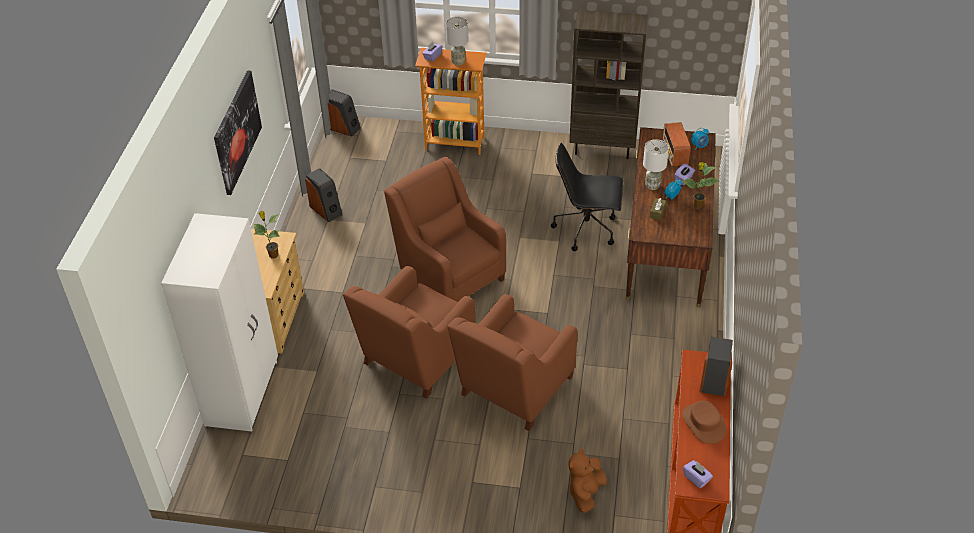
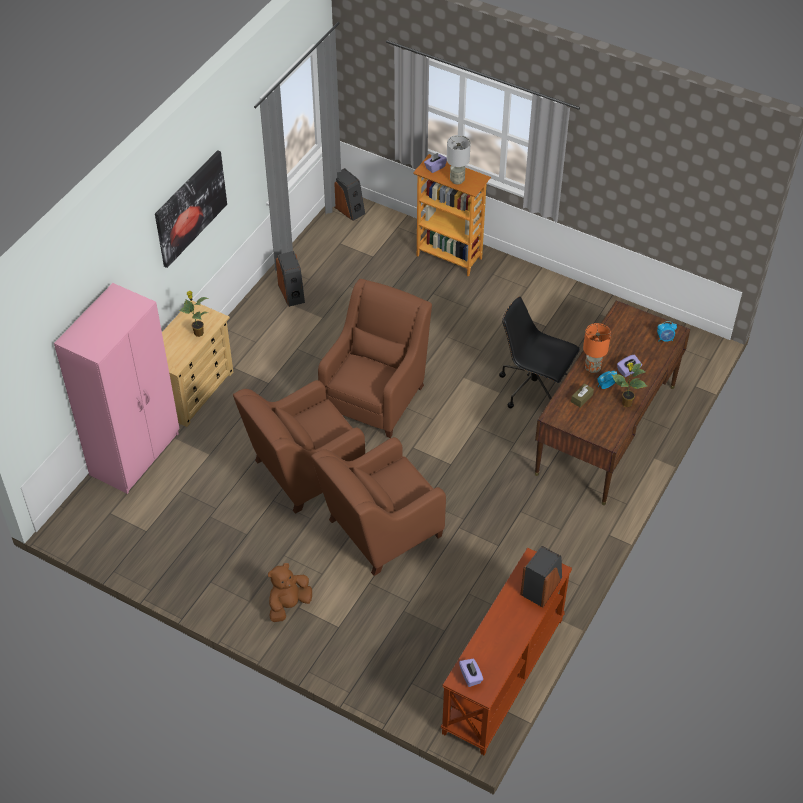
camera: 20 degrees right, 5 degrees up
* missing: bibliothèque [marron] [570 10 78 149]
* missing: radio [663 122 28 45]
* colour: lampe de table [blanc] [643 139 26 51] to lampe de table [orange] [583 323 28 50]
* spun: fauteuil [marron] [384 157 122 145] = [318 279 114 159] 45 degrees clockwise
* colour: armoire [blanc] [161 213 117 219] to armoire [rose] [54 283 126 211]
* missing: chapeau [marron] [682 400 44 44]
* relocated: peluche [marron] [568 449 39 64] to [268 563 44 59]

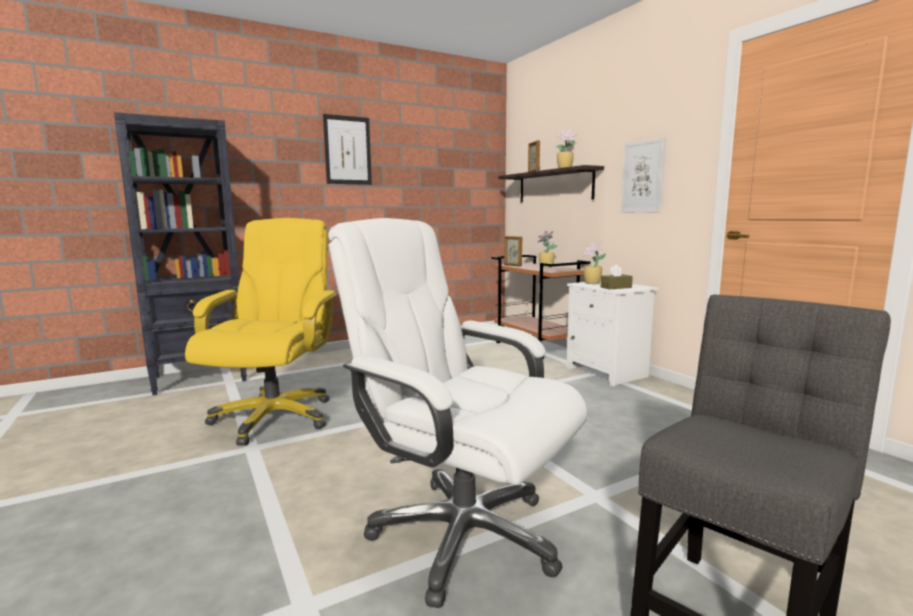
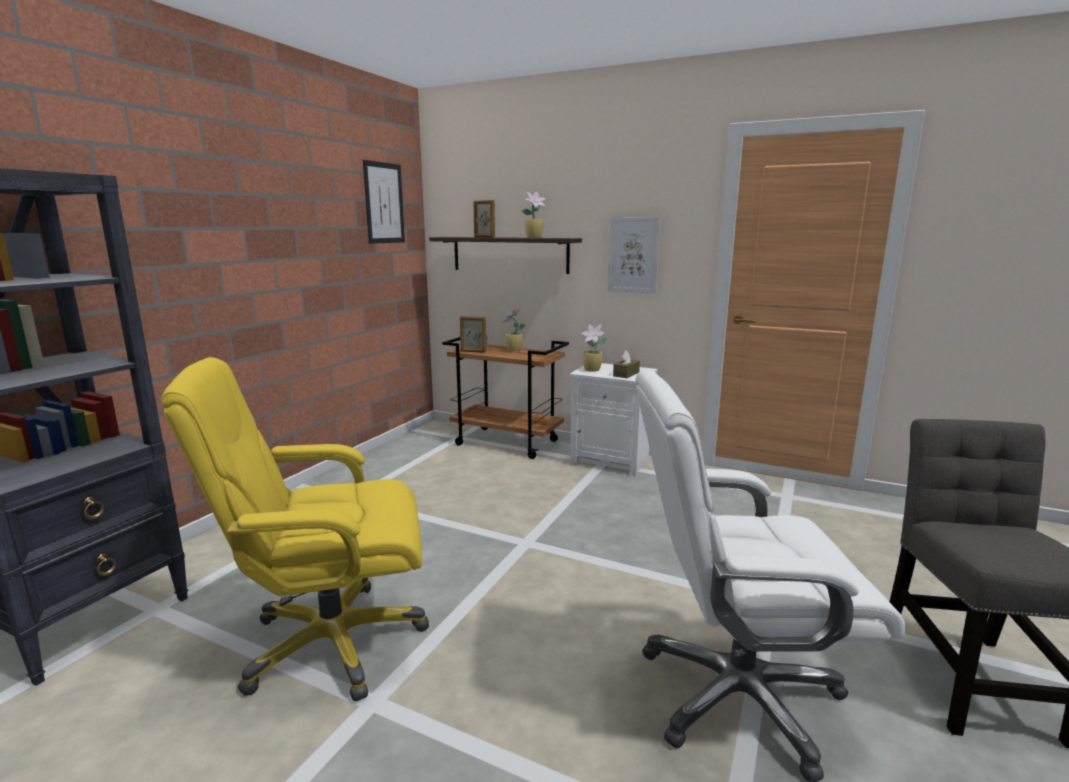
camera: 35 degrees left, 5 degrees up
* relocated: tableau [323 114 49 71] to [363 160 42 84]
* spun: chaise de bureau [jaune] [185 218 152 228] = [161 357 268 344] 75 degrees counterclockwise

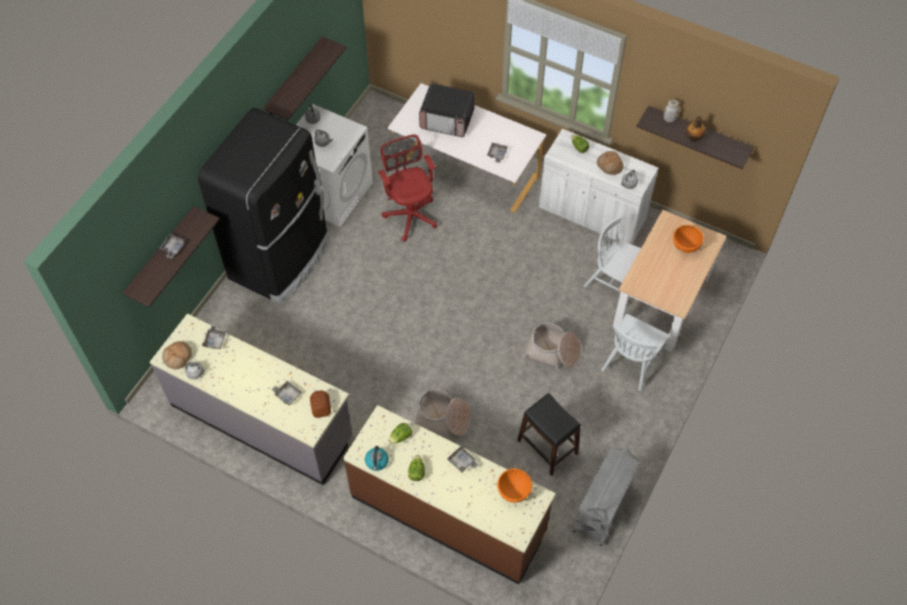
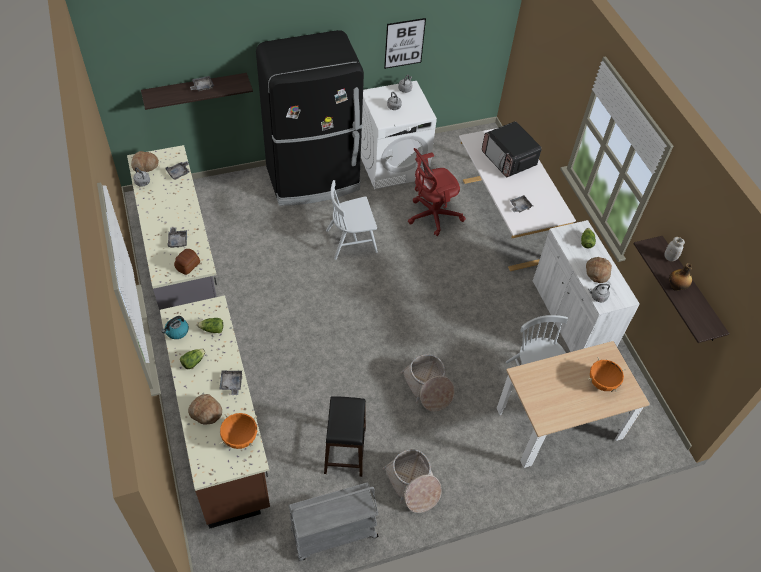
camera: 40 degrees right, 5 degrees down
* exchanged: étagère [263 36 84 84] to tableau [384 18 42 51]
* spun: chaise de bureau [rouge] [378 134 59 108] = [408 148 58 88] 135 degrees counterclockwise
* relocated: chaise [blanc] [602 314 67 76] to [326 180 52 80]
* relocated: panier [413 389 58 49] to [383 449 59 64]
* appeared: pain [188 394 34 30]

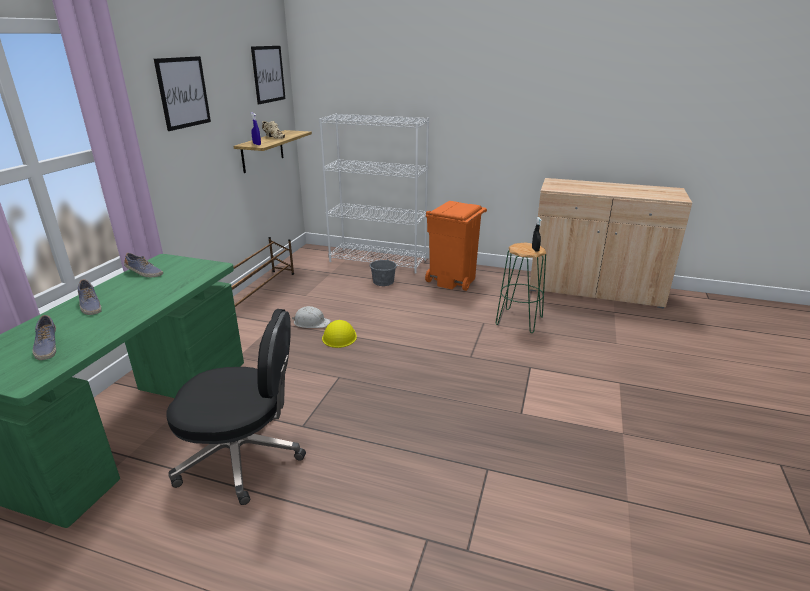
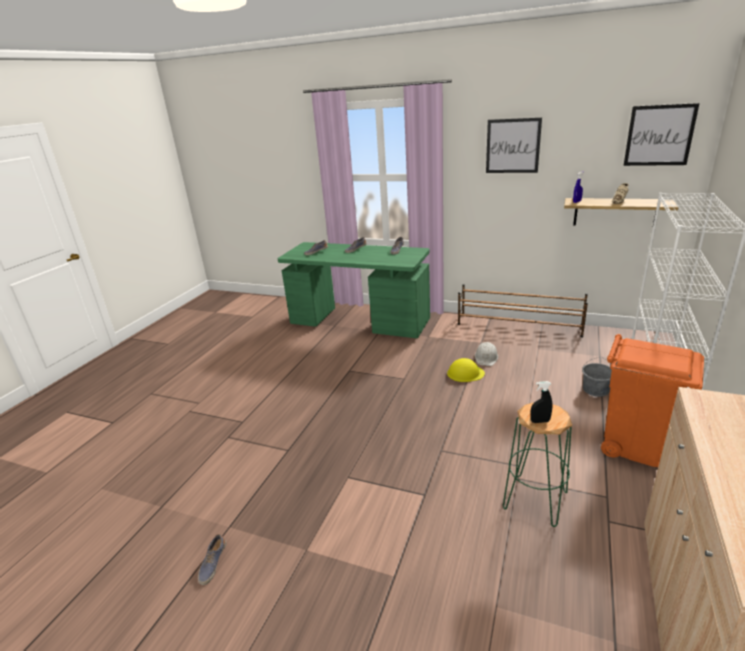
camera: 95 degrees right, 0 degrees up
* missing: chaise de bureau [noir] [166 309 140 196]
* appeared: chaussure [198 534 28 51]

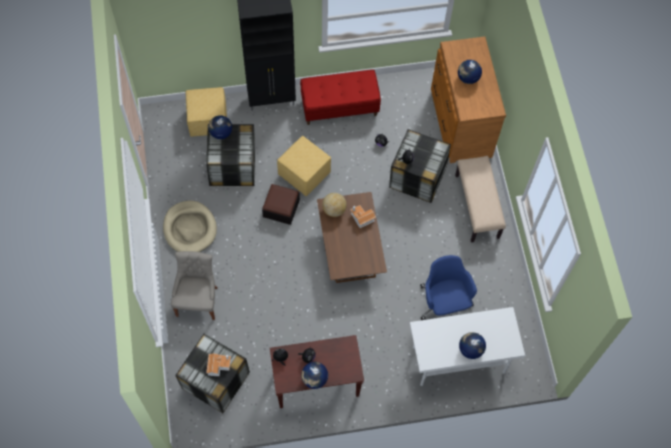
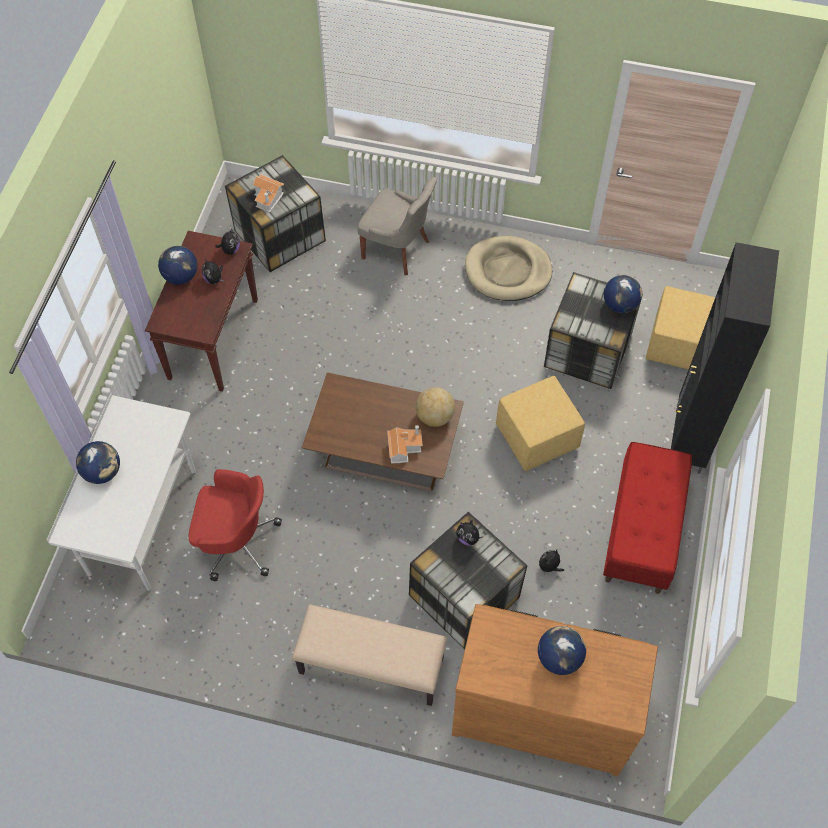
camera: 115 degrees right, 5 degrees down
* missing: pouf [262 184 38 41]
* colour: chaise de bureau [bleu] [420 255 57 65] to chaise de bureau [rouge] [188 469 94 112]

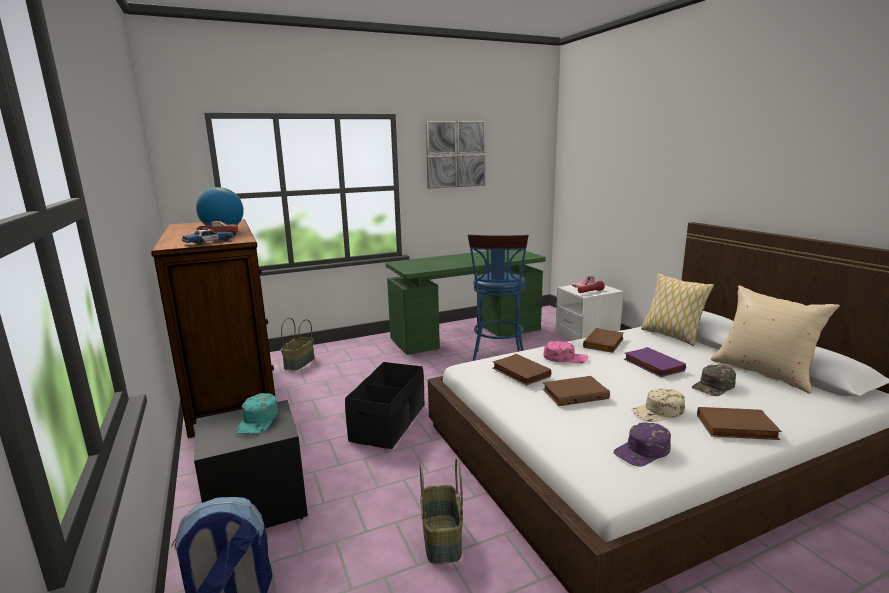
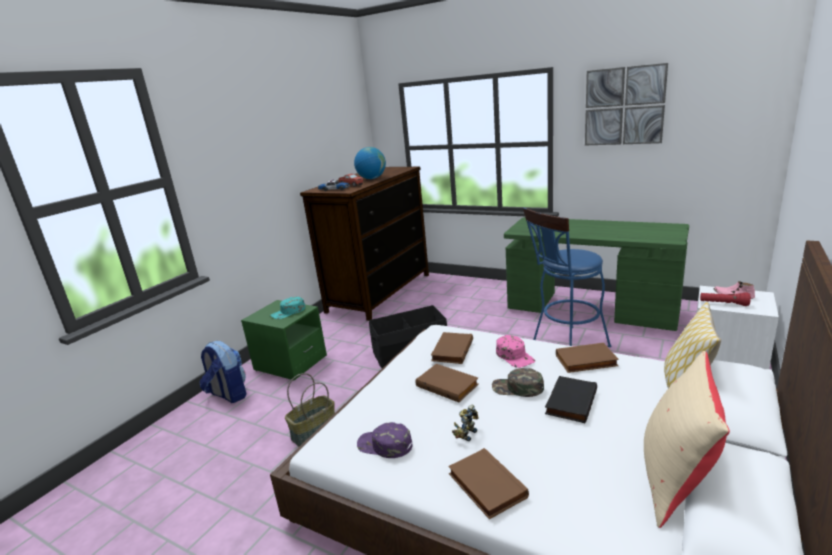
camera: 55 degrees right, 5 degrees up
* missing: panier [281 318 34 52]
* colour: livre [violet] [624 347 62 30] to livre [noir] [545 376 52 47]
* relocated: casquette [vert] [692 365 44 31] to [492 368 52 29]
* exchanged: casquette [beige] [631 388 54 34] to robot jouet [452 405 27 36]
* colour: table de chevet [noir] [194 400 114 128] to table de chevet [vert] [241 300 86 80]

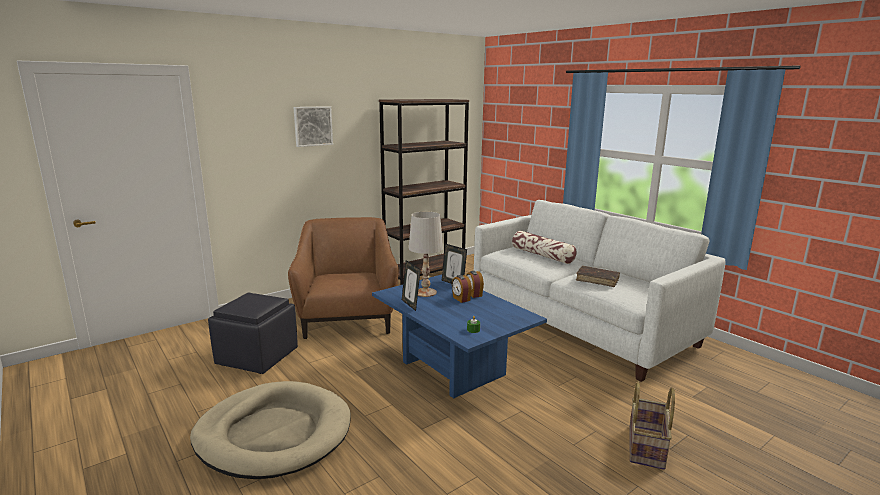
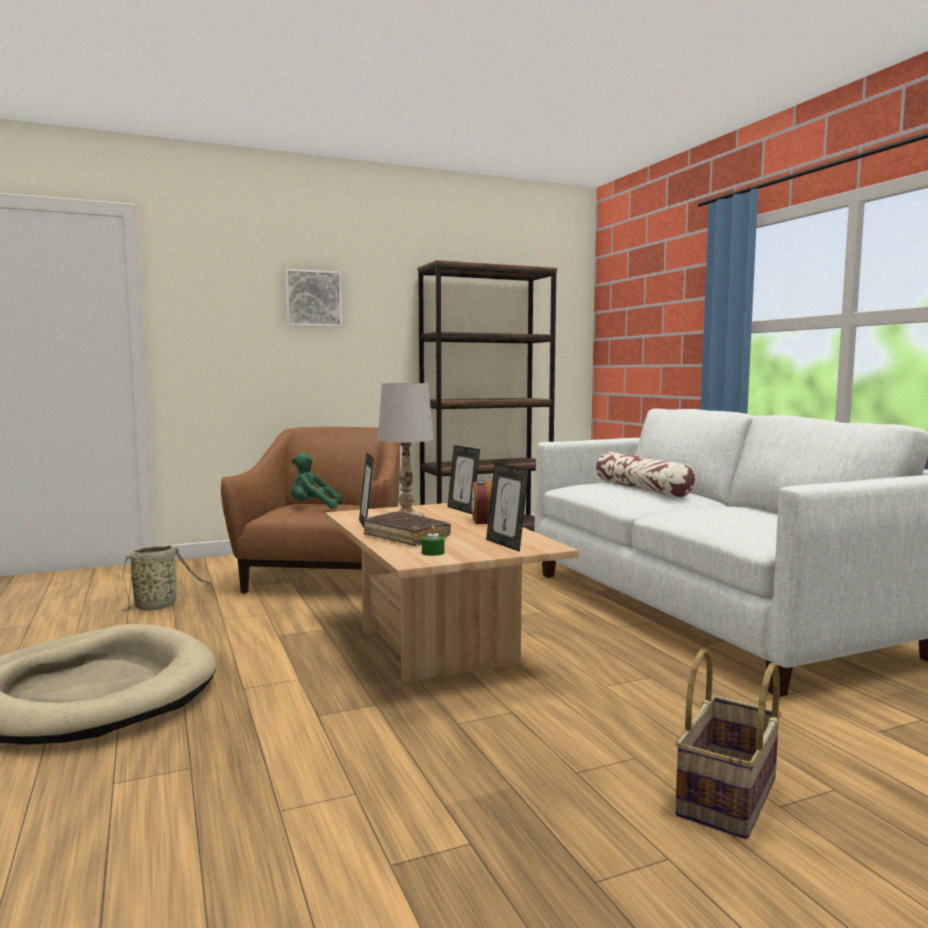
camera: 15 degrees right, 10 degrees down
* relocated: livre [marron] [576 266 44 21] to [364 511 87 35]
* colour: table basse [bleu] [372 274 175 124] to table basse [beige] [325 503 254 180]
* missing: réveil [452 275 20 28]
* exchanged: pouf [noir] [208 293 90 81] to panier [114 545 96 67]
* appeared: peluche [vert] [291 452 51 57]
* appeared: cadre photo [486 463 43 89]

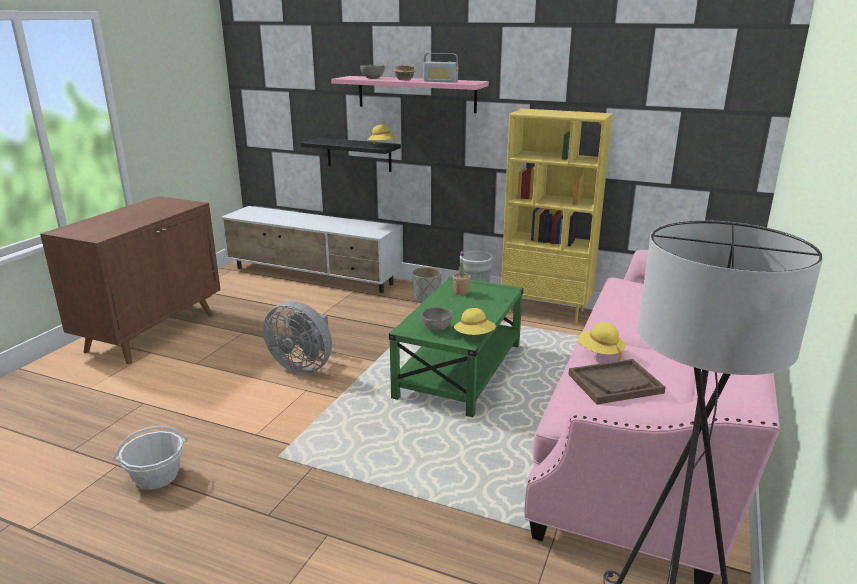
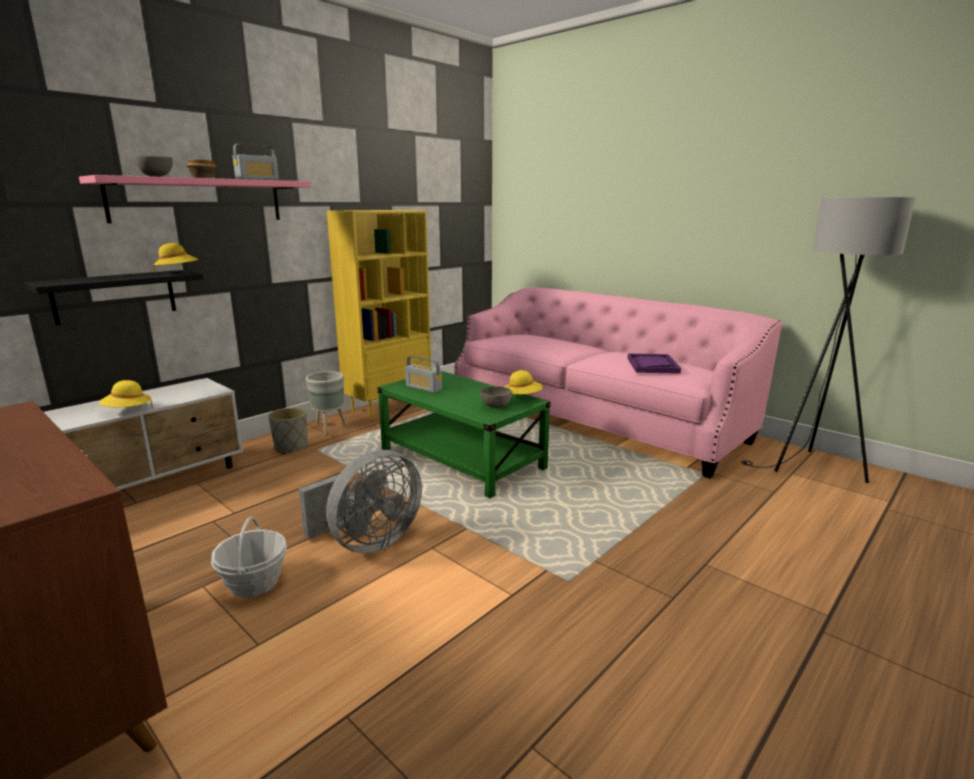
camera: 70 degrees left, 5 degrees down
* exchanged: plante en pot [453 251 18 44] to radio [405 356 37 37]
* relocated: chapeau [jaune] [578 322 47 39] to [99 380 54 29]
* colour: plateau [marron] [568 359 98 45] to plateau [violet] [627 354 54 20]
* relocated: panier [113 426 75 64] to [211 516 76 82]

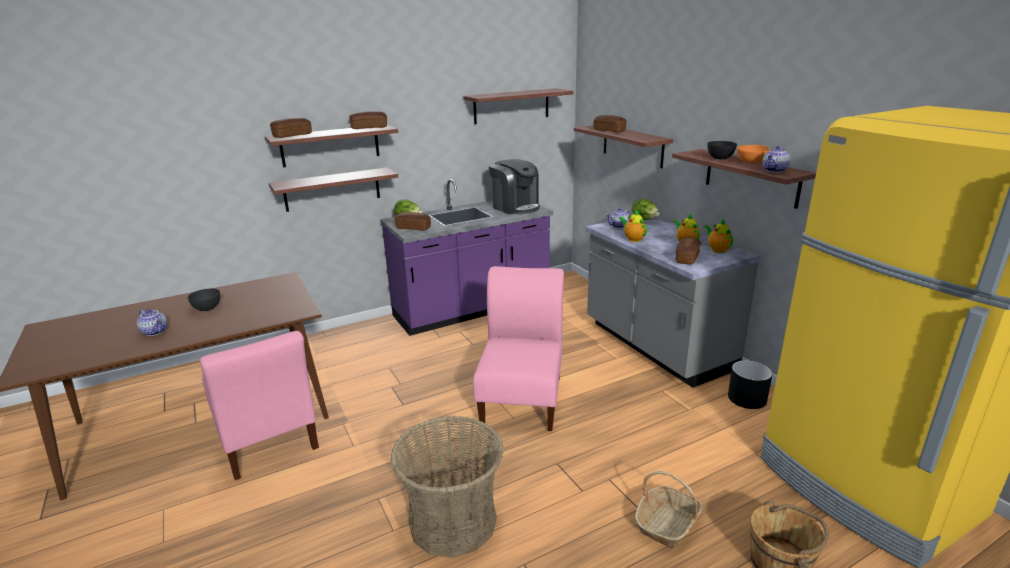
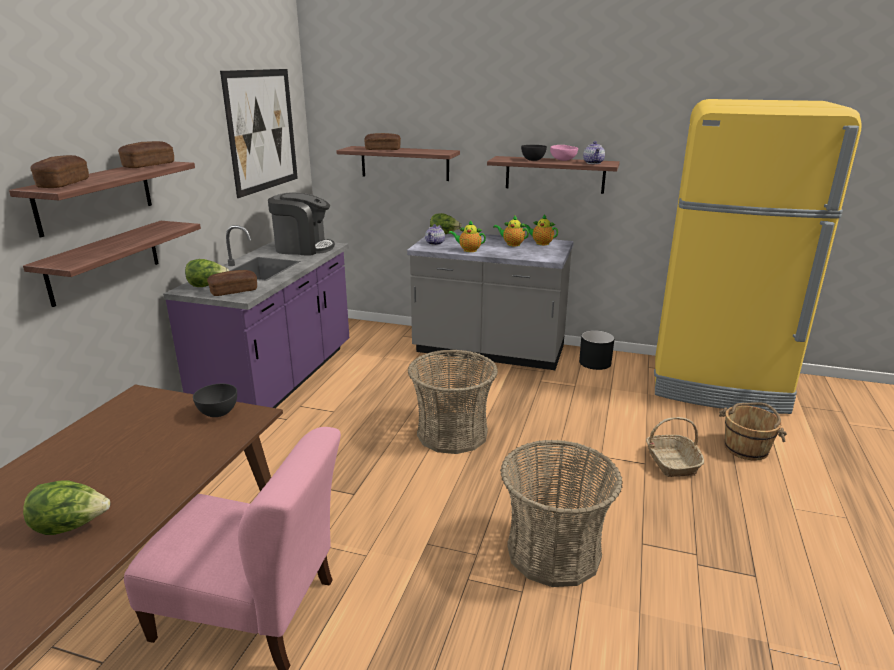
camera: 45 degrees left, 0 degrees up
* exchanged: étagère [463 89 111 35] to tableau [220 69 78 129]
* colour: bol [orange] [737 145 33 19] to bol [rose] [550 145 28 16]
* missing: pain [675 237 26 27]
* exchanged: chaise [rose] [473 266 91 165] to panier [408 349 90 105]
* relocated: bol [gris] [188 288 32 23] to [193 384 44 33]
* exchanged: théière [137 309 30 27] to laitue [23 480 87 55]

